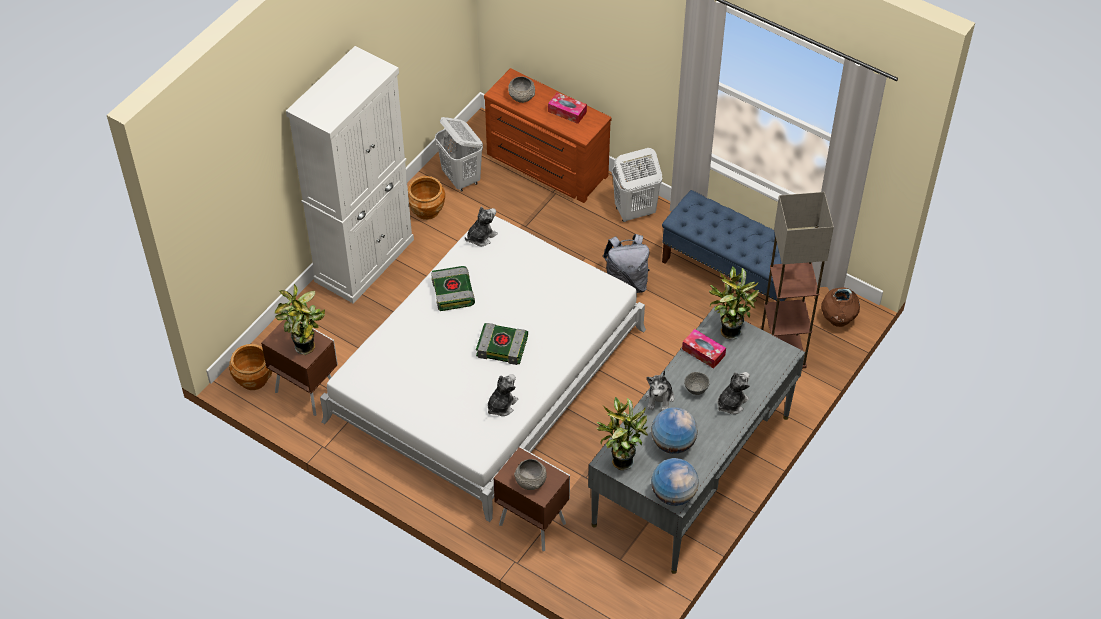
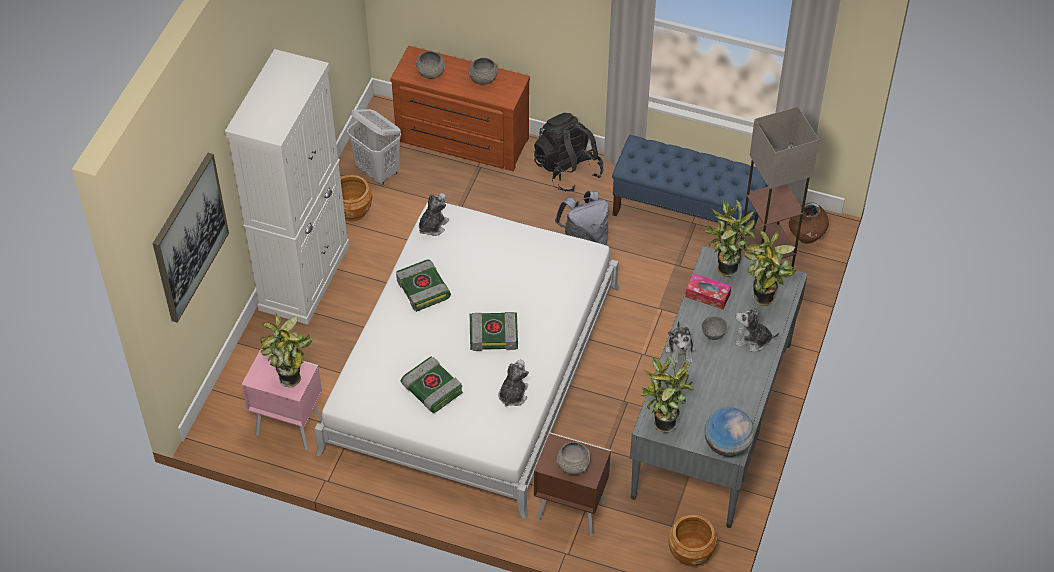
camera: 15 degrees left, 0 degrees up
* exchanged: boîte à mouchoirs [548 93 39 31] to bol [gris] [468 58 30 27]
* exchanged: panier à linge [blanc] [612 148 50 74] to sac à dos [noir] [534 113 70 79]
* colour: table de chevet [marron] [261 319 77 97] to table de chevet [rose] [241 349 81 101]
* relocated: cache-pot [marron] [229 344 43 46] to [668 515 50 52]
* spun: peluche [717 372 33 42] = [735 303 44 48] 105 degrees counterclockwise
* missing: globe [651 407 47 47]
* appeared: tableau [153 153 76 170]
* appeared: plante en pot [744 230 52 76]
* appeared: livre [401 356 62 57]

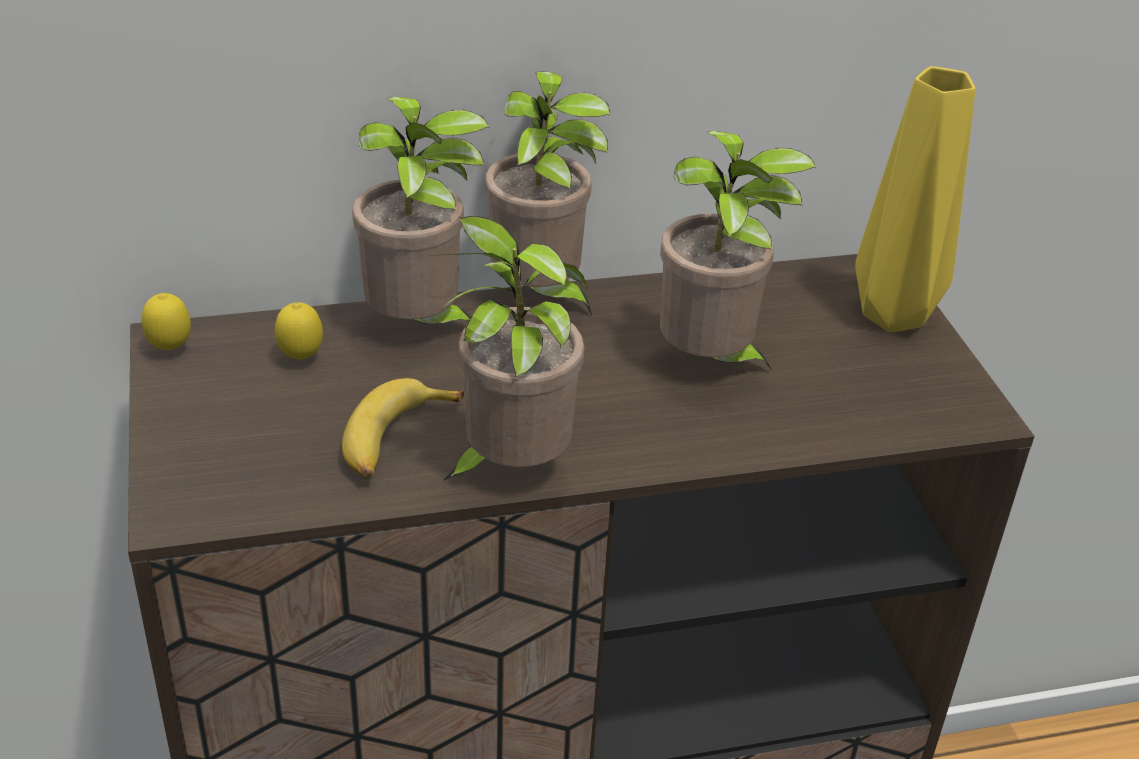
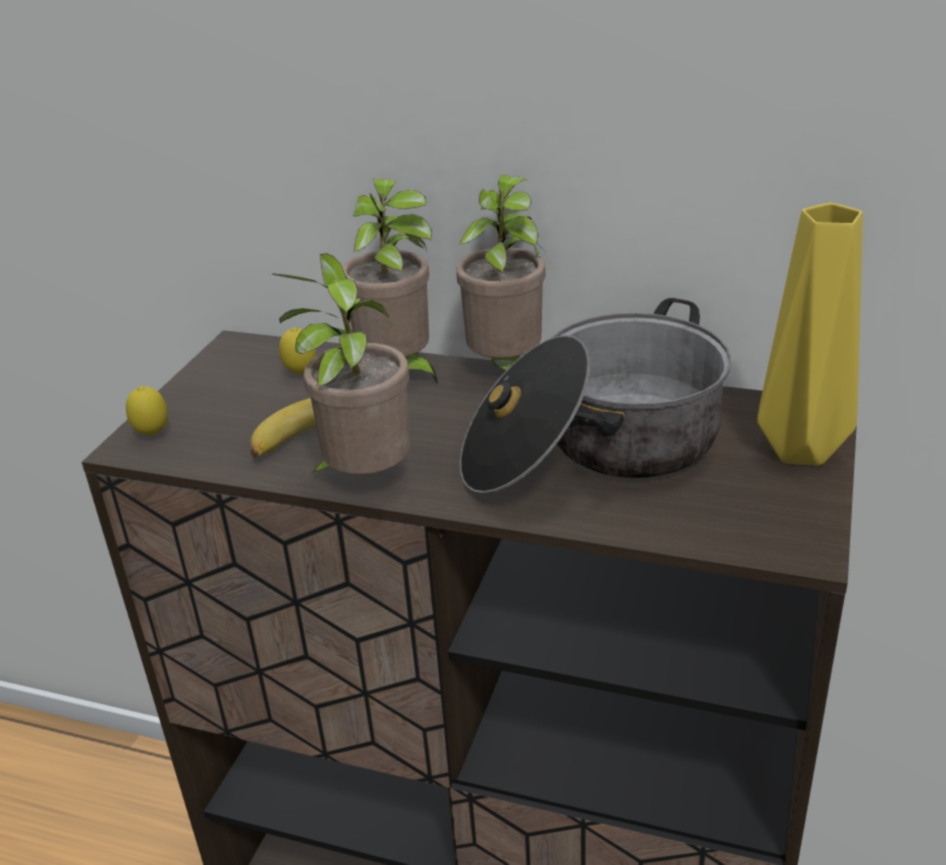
camera: 35 degrees right, 5 degrees down
* exchanged: plante en pot [660 131 156 240] to marmite [460 298 271 196]
* relocated: citron [142 293 49 58] to [126 386 42 50]

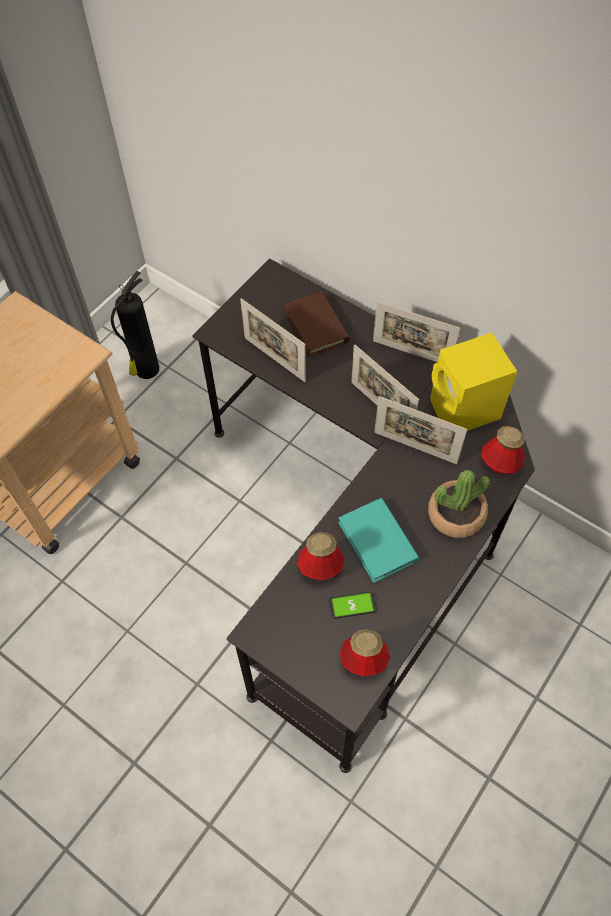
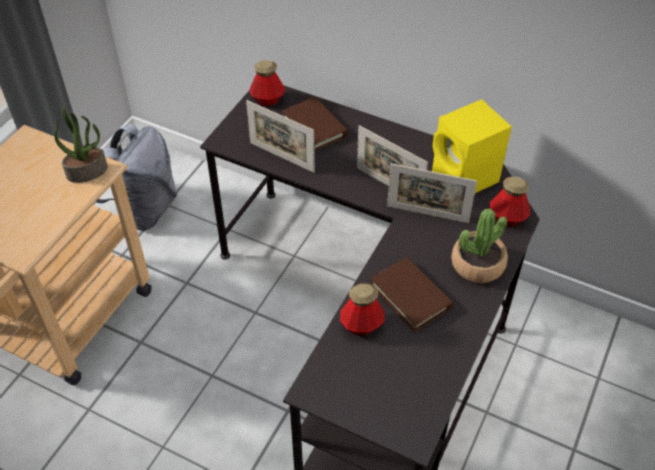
camera: 10 degrees left, 10 degrees down
* exchanged: extincteur [111 271 48 108] to sac à dos [gris] [96 124 81 106]
* missing: cadre photo [373 301 87 61]
* colour: livre [turquoise] [338 498 81 85] to livre [marron] [370 257 83 75]
* missing: téléphone [329 592 48 27]
* relocated: bouteille [339 629 51 47] to [249 60 36 46]
* appeared: plante en pot [54 107 54 76]

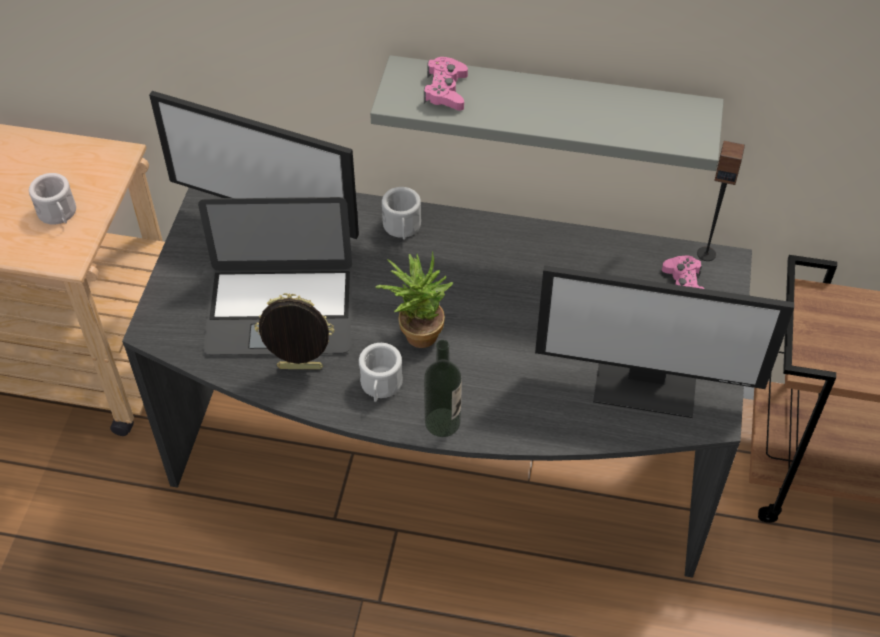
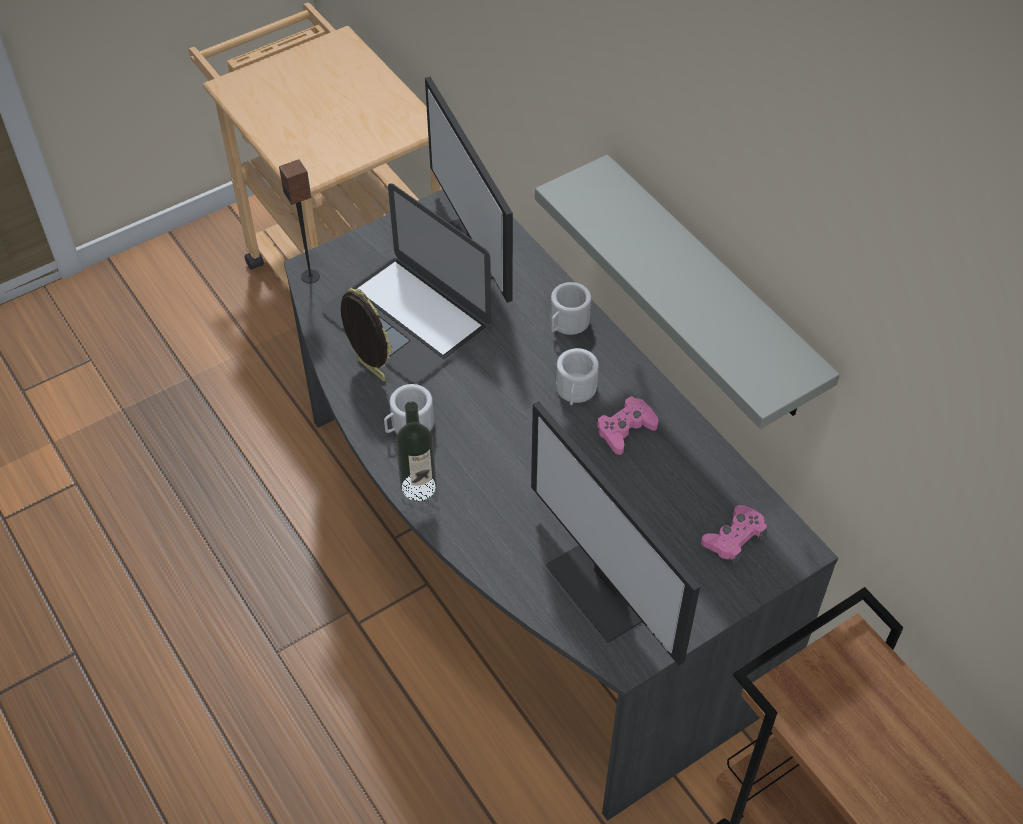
camera: 45 degrees right, 0 degrees up
* relocated: manette [rose] [424 57 44 53] to [597 396 61 59]
* relocated: enceinte [697 140 48 121] to [279 159 41 124]
* relocated: mug [blanc] [29 173 47 52] to [556 348 43 57]
* missing: plante en pot [375 251 79 97]

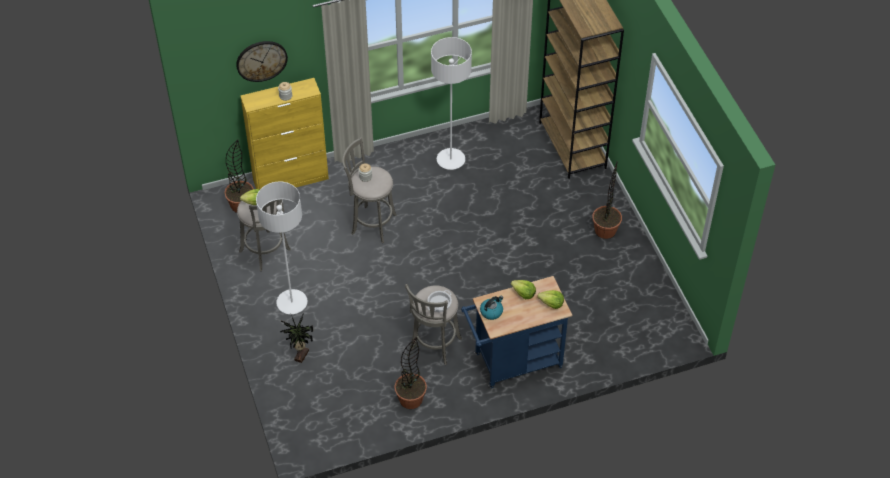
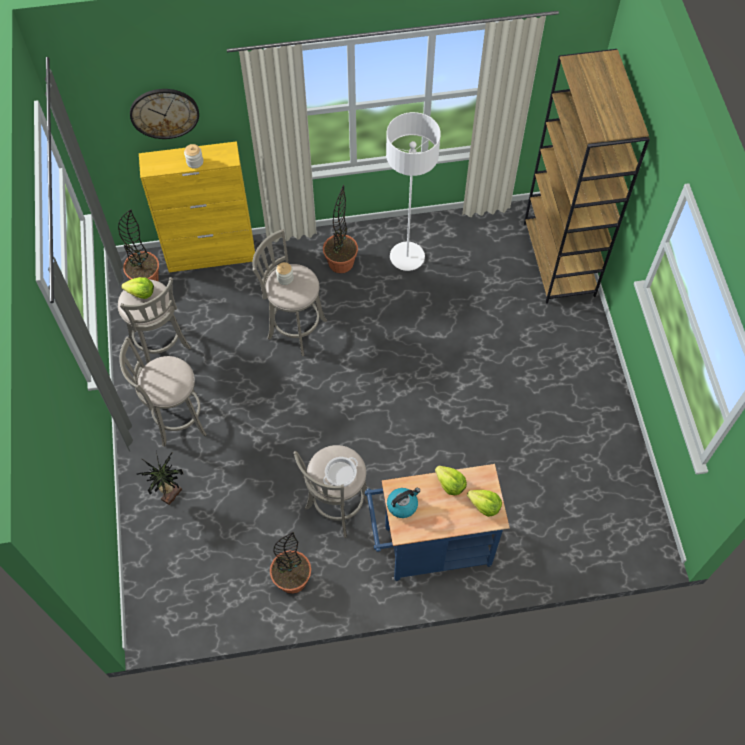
camera: 10 degrees right, 10 degrees up
* relocated: plante en pot [592 161 30 78] to [323 185 35 88]
* exchanged: lampadaire [blanc] [256 182 51 132] to tabouret [gris] [119 337 88 110]

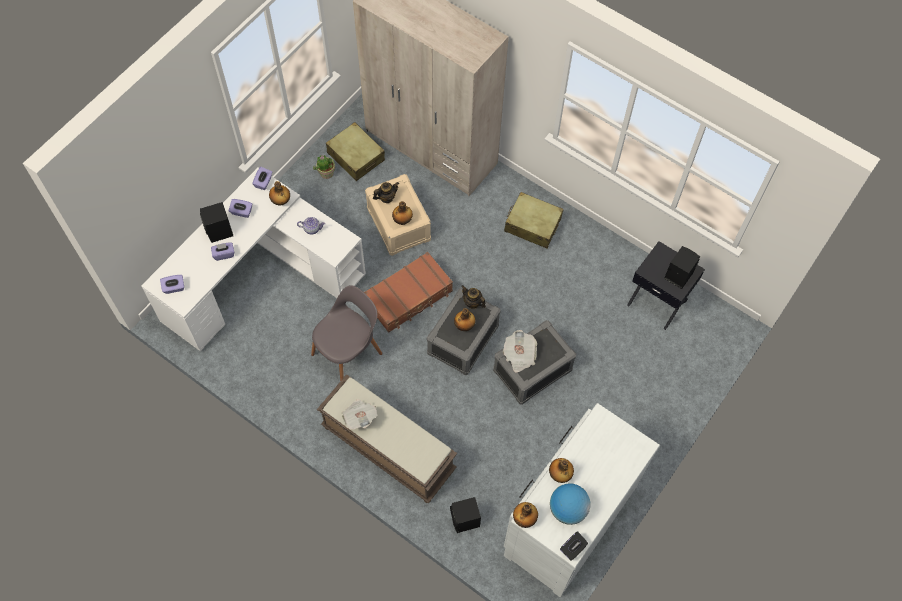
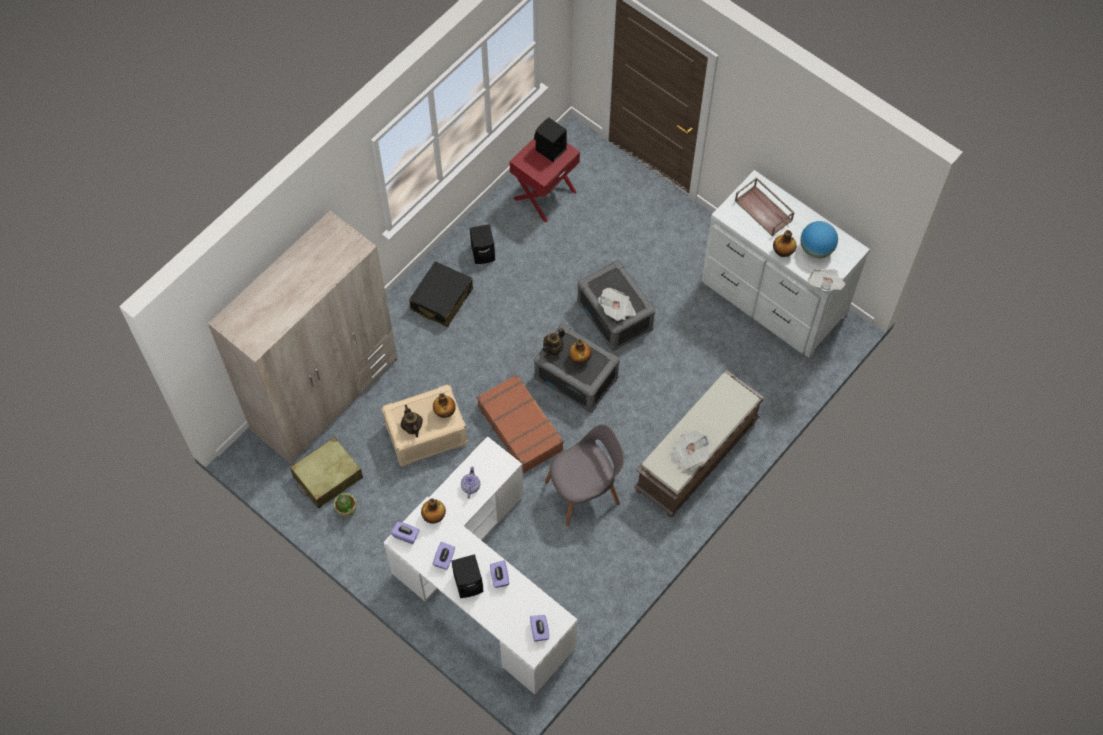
camera: 85 degrees left, 0 degrees up
* colour: valise [beige] [504 192 60 56] to valise [noir] [409 261 64 66]
* colour: table de chevet [noir] [627 241 78 89] to table de chevet [rouge] [509 138 71 85]
* spun: chaise [gris] [311 285 72 96] = [545 424 79 102] 105 degrees clockwise
* relocated: enceinte [noir] [450 497 31 36] to [470 224 25 40]
* exchanged: bouteille [513 502 25 26] to journal [808 269 38 22]
* missing: boîte à mouchoirs [noir] [560 531 28 30]
* appeared: plateau [marron] [735 177 60 59]

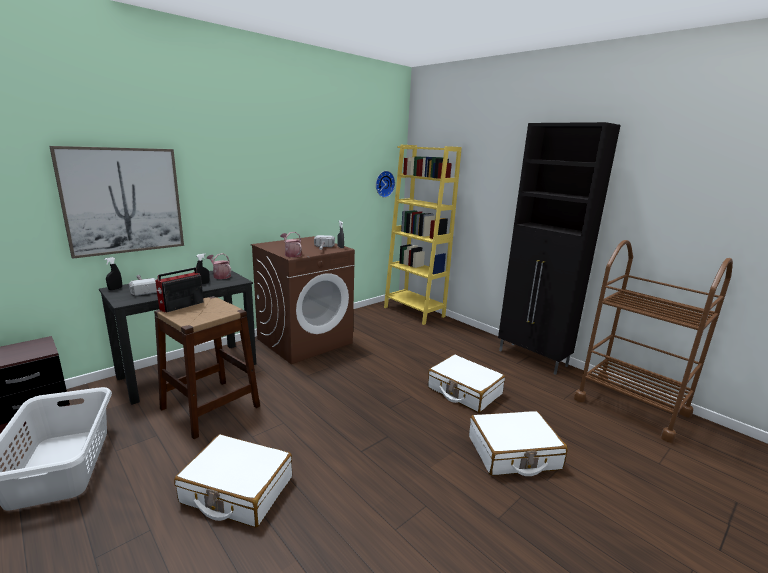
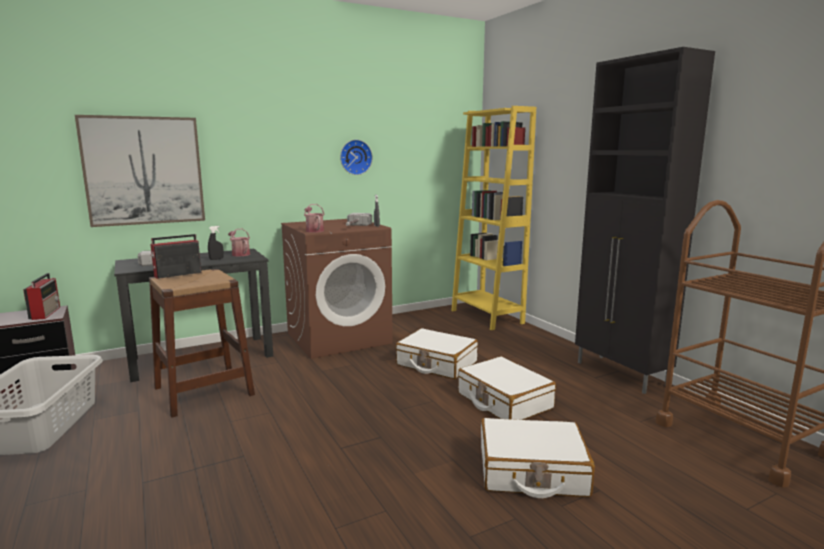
camera: 15 degrees right, 5 degrees down
* relocated: horloge murale [376 171 19 27] to [340 140 33 35]
* missing: vaporisateur [noir] [104 257 18 33]
* relocated: valise [blanc] [174 434 118 94] to [396 328 82 51]
* appeared: radio [23 273 37 47]

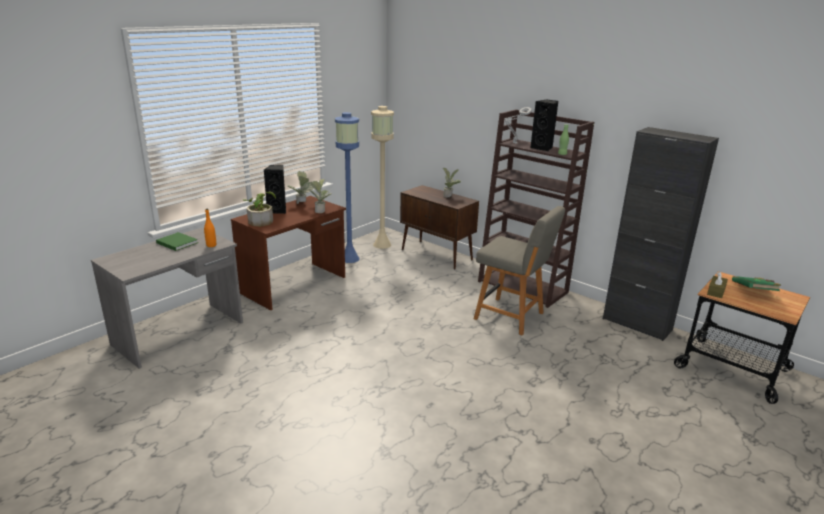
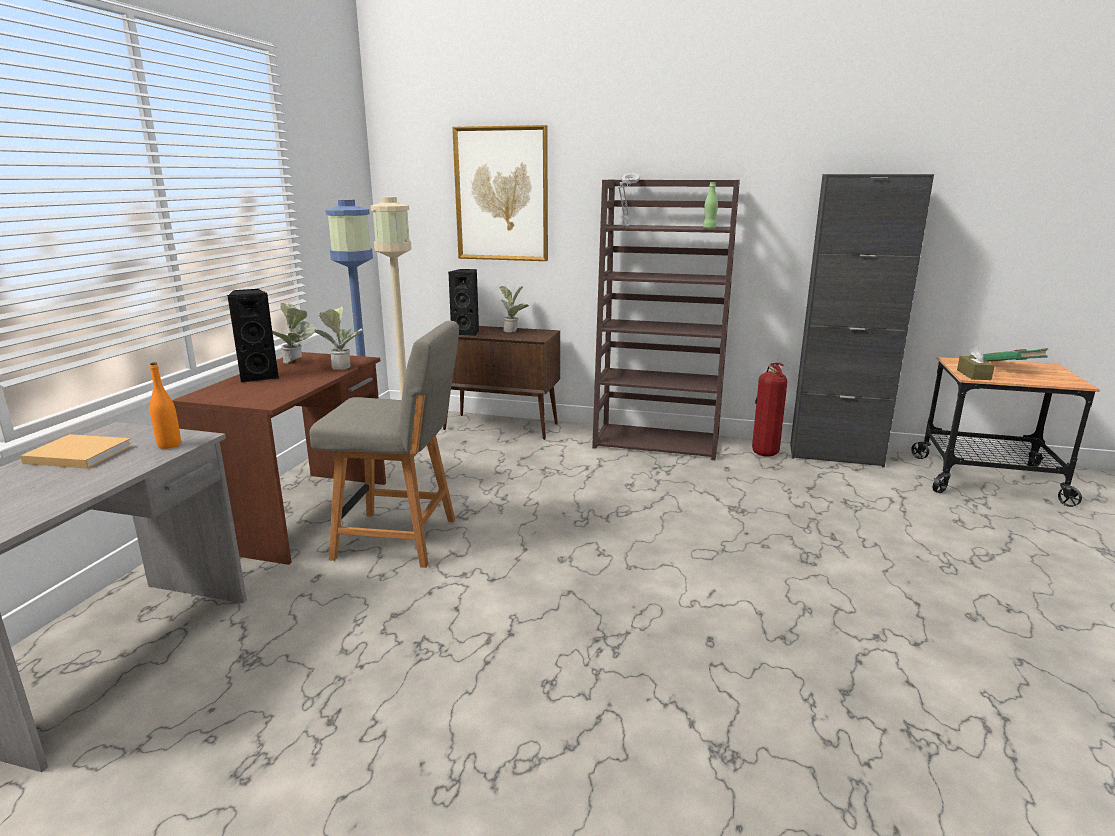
camera: 25 degrees left, 5 degrees down
* relocated: enceinte [noir] [530 99 28 52] to [448 269 31 67]
* missing: plante en pot [243 192 33 34]
* relocated: chaise [gris] [474 206 91 129] to [309 321 150 247]
* colour: livre [vert] [156 232 42 19] to livre [beige] [20 434 112 35]
* appeared: tableau [452 125 96 136]
* appeared: extincteur [752 363 35 94]

